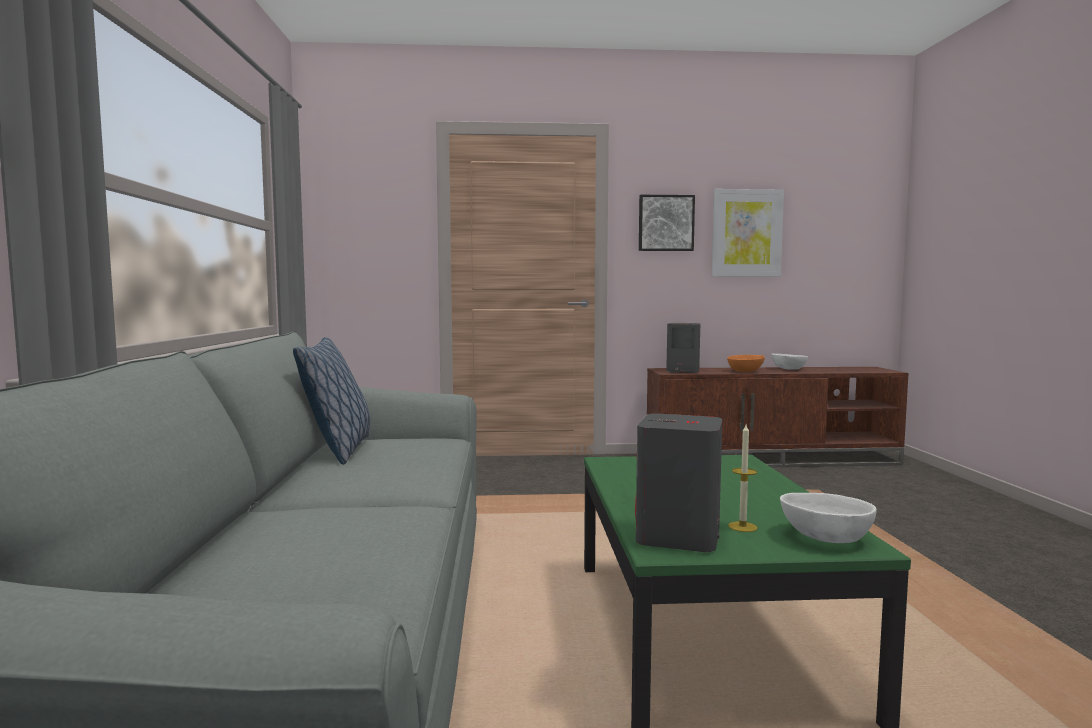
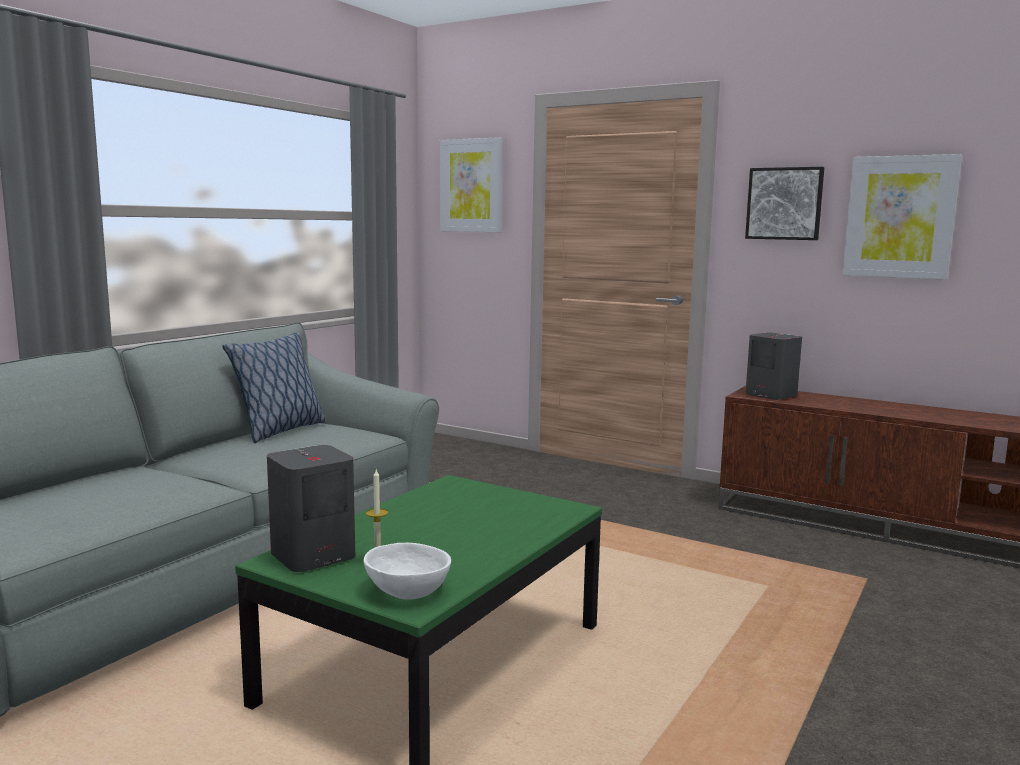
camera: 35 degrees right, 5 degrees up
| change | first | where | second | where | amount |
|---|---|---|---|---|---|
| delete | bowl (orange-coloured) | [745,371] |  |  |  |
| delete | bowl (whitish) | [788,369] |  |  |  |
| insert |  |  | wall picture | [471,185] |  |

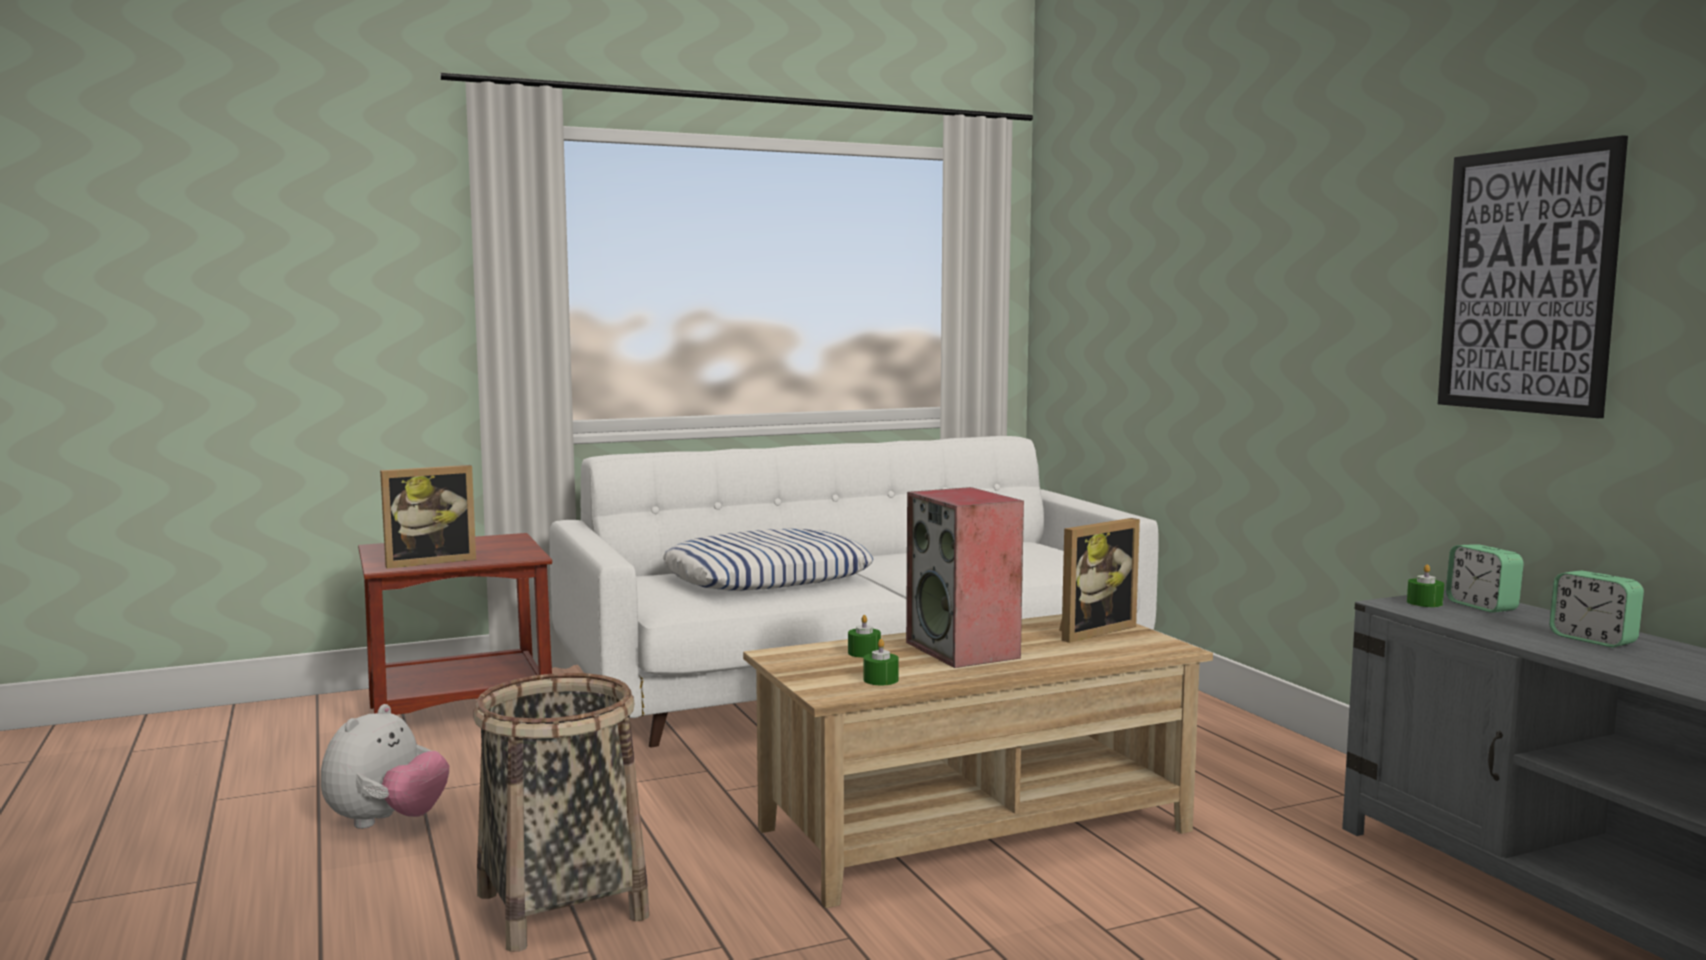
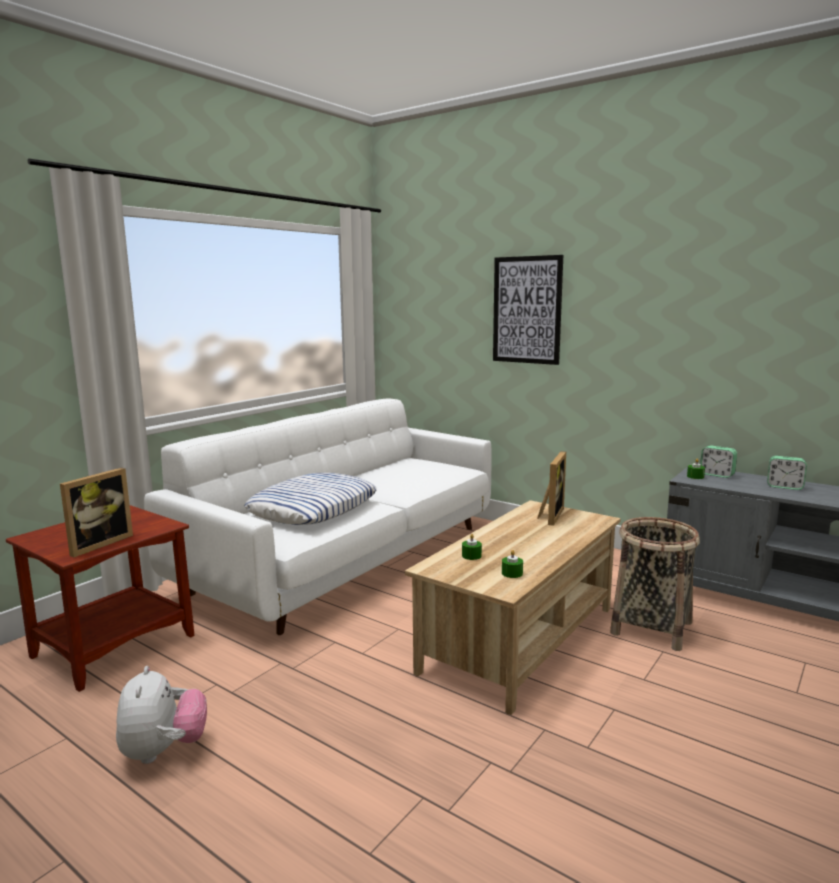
camera: 30 degrees left, 5 degrees up
| change | first | where | second | where | amount |
|---|---|---|---|---|---|
| move | basket | [562,906] |  | [652,628] |  |
| delete | audio speaker | [964,650] |  |  |  |
| move | wall picture | [1527,281] |  | [527,310] |  |

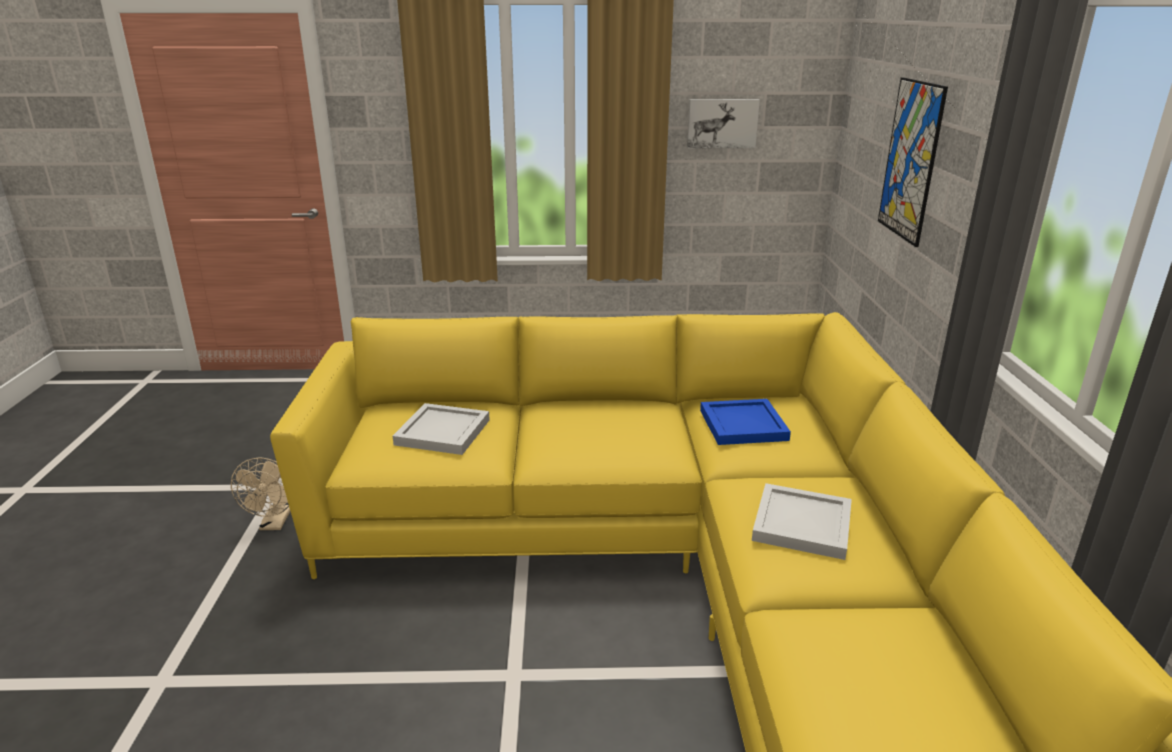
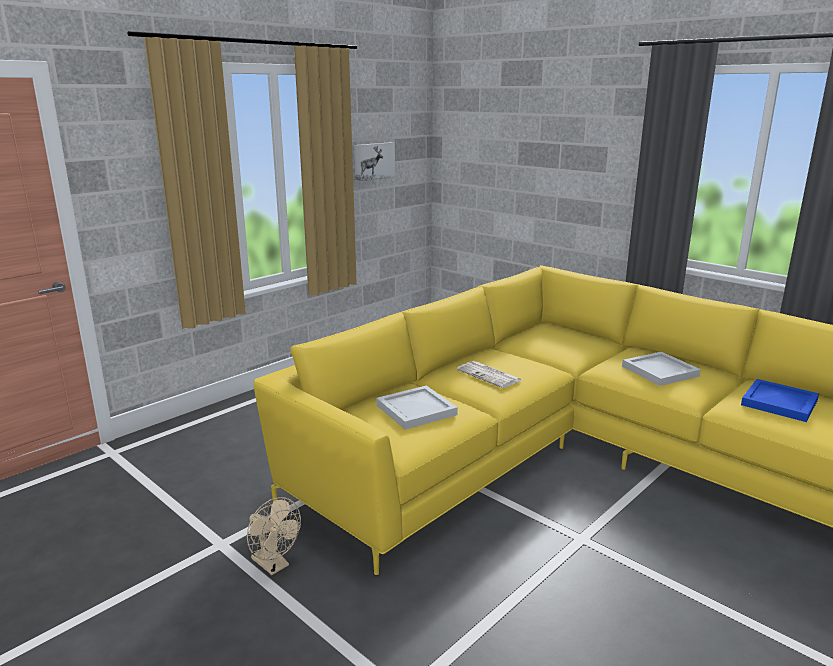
camera: 45 degrees left, 5 degrees down
| change | first | where | second | where | amount |
|---|---|---|---|---|---|
| move | carrying tray (bluish) | [742,426] |  | [780,403] |  |
| delete | wall picture | [910,160] |  |  |  |
| insert |  |  | daily paper | [490,375] |  |

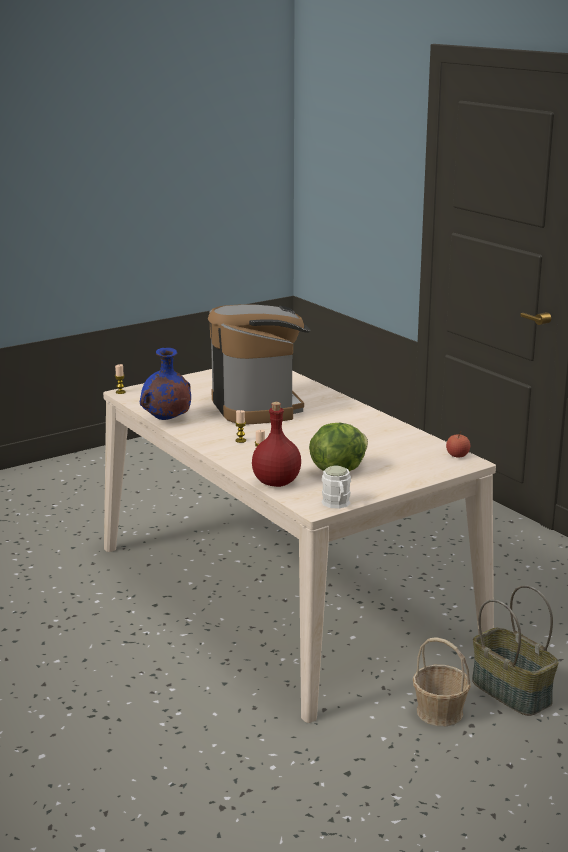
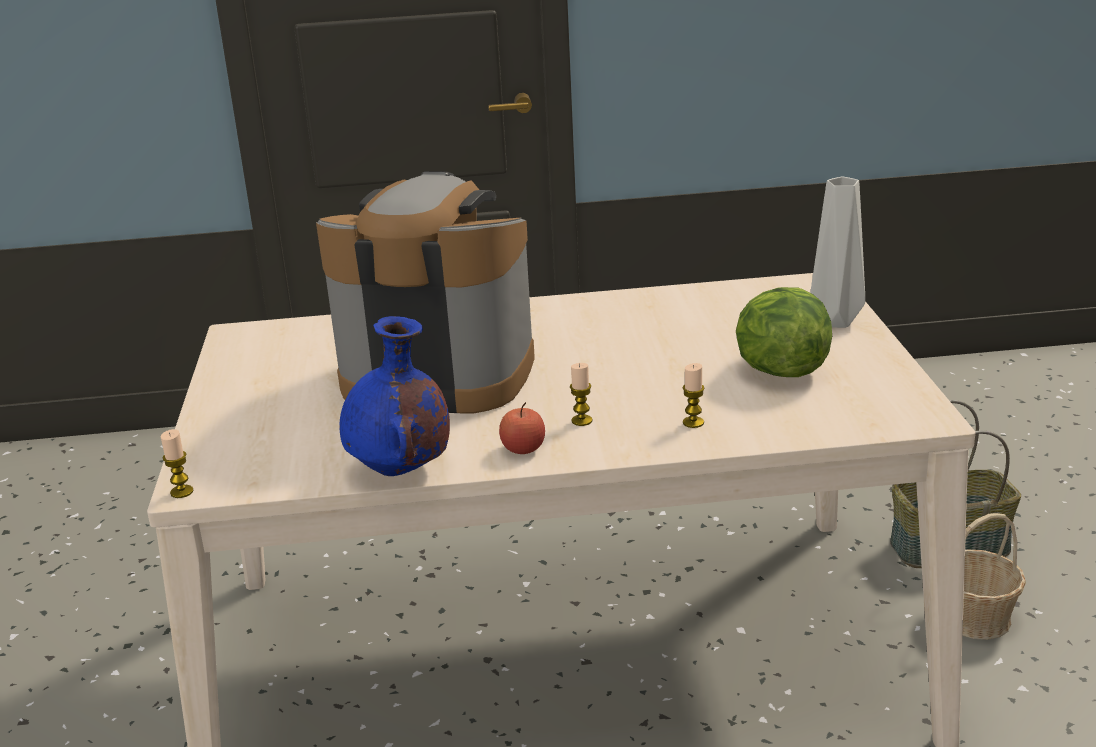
camera: 60 degrees left, 5 degrees up
| change | first | where | second | where | amount |
|---|---|---|---|---|---|
| delete | drink bottle (red-coloured) | [276,482] |  |  |  |
| delete | coffee mug (whitish) | [337,504] |  |  |  |
| move | apple fruit | [457,455] |  | [523,449] |  |
| insert |  |  | vase (gray) | [833,322] |  |

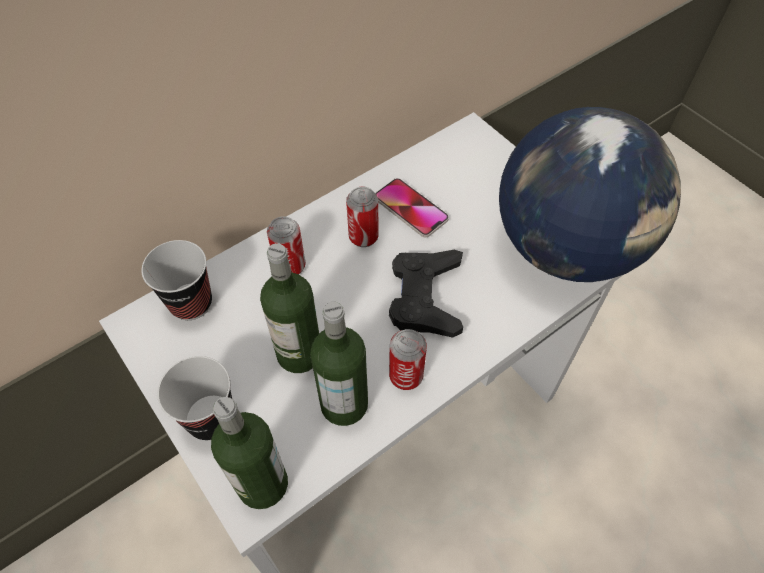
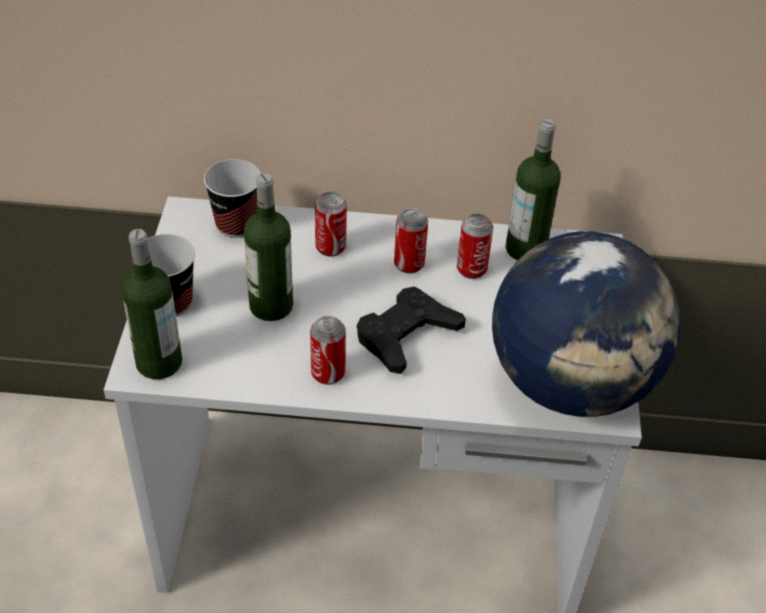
camera: 40 degrees right, 10 degrees down
| change | first | where | second | where | amount |
|---|---|---|---|---|---|
| move | drink bottle | [344,404] |  | [525,249] |  |
| replace | phone | [410,208] | metal can | [471,269] |  |

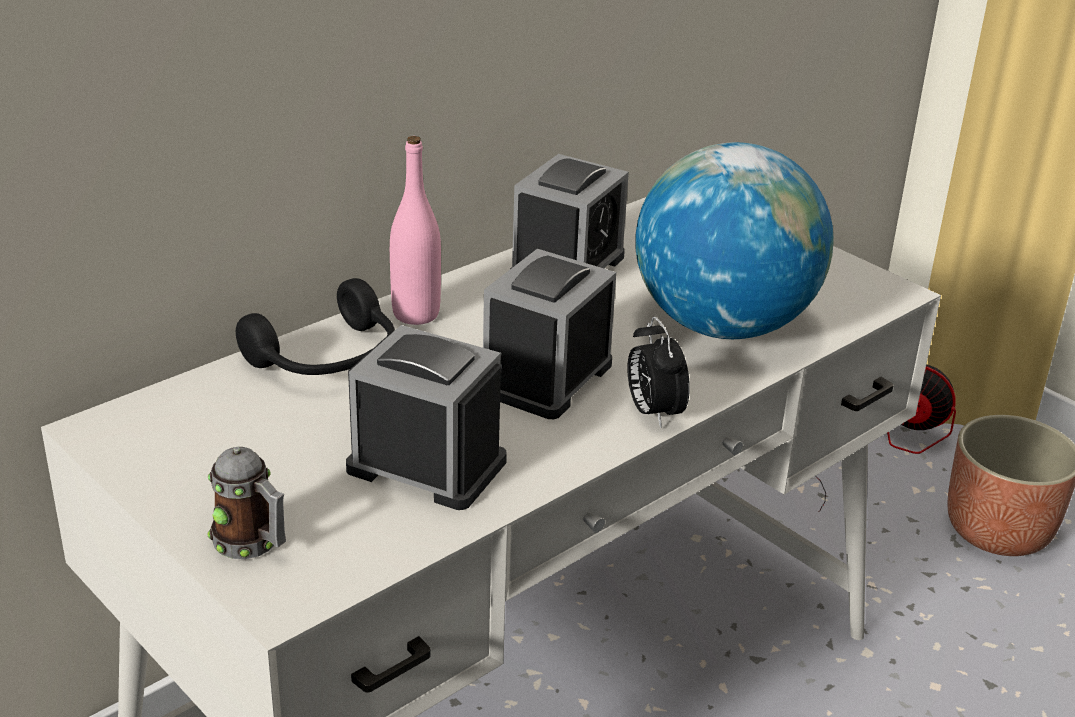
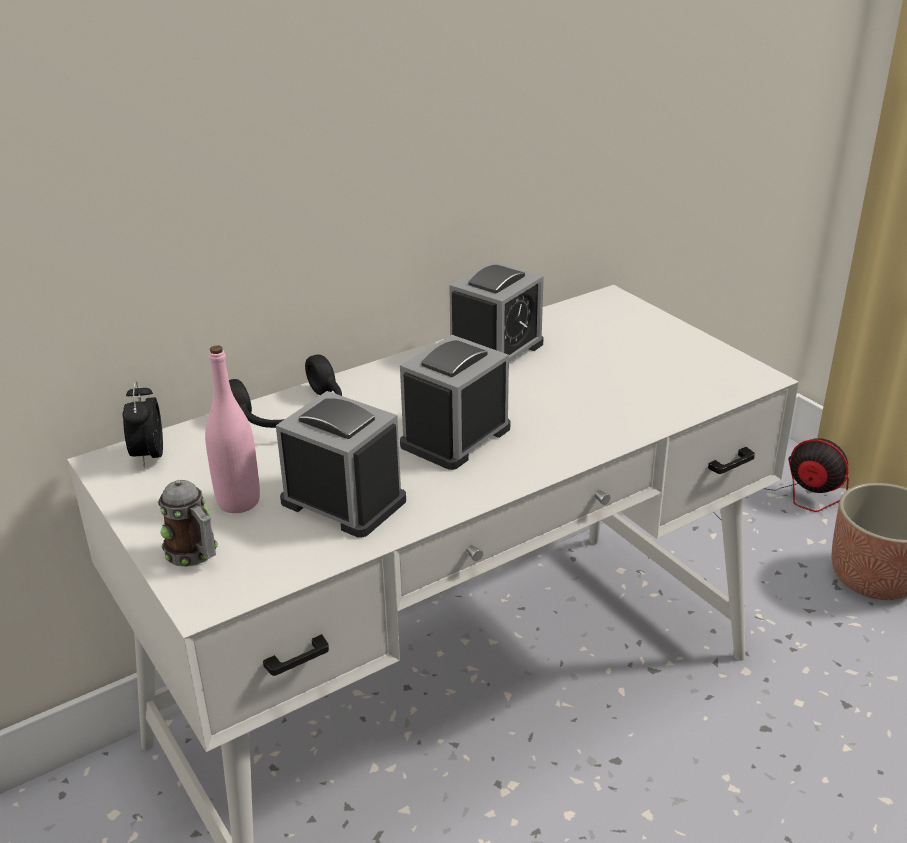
camera: 10 degrees right, 0 degrees up
| change | first | where | second | where | amount |
|---|---|---|---|---|---|
| move | drink bottle (pink-coloured) | [416,314] |  | [238,502] |  |
| move | table clock | [653,412] |  | [148,455] |  |
| delete | desk globe | [723,325] |  |  |  |

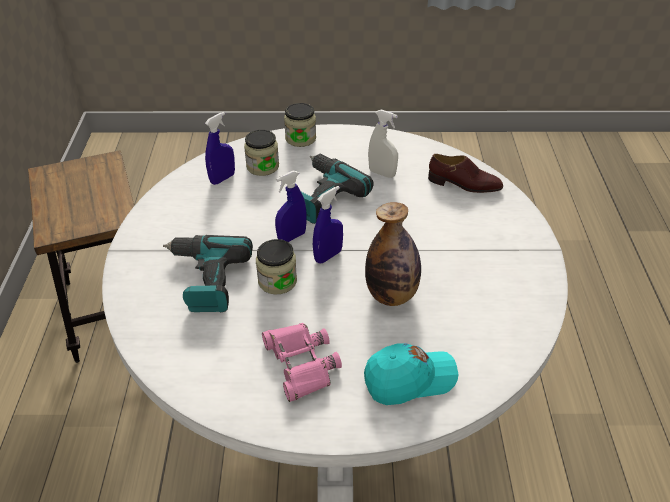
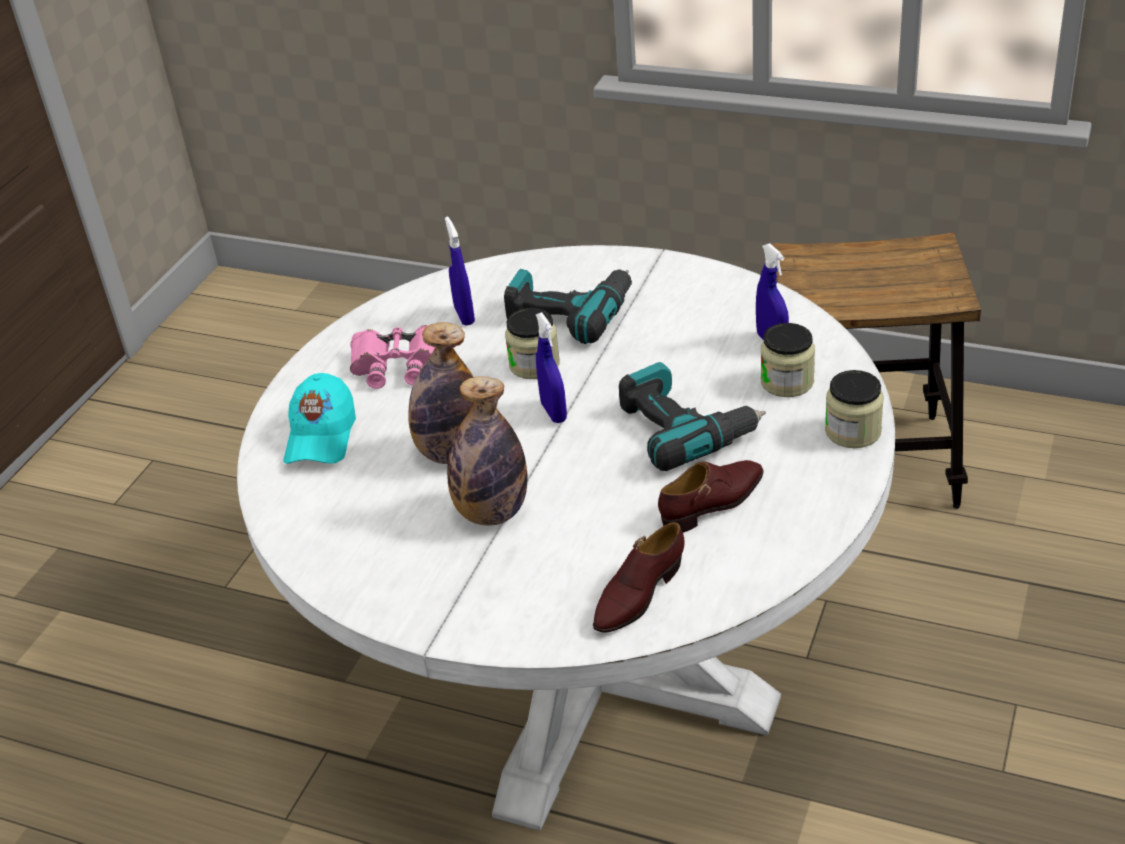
camera: 115 degrees right, 5 degrees down
| change | first | where | second | where | amount |
|---|---|---|---|---|---|
| move | sprayer (bluish) | [292,237] |  | [464,316] |  |
| replace | sprayer (whitish) | [382,173] | shoe (brown-coloured) | [713,503] |  |
| insert |  |  | drink bottle | [491,512] |  |

